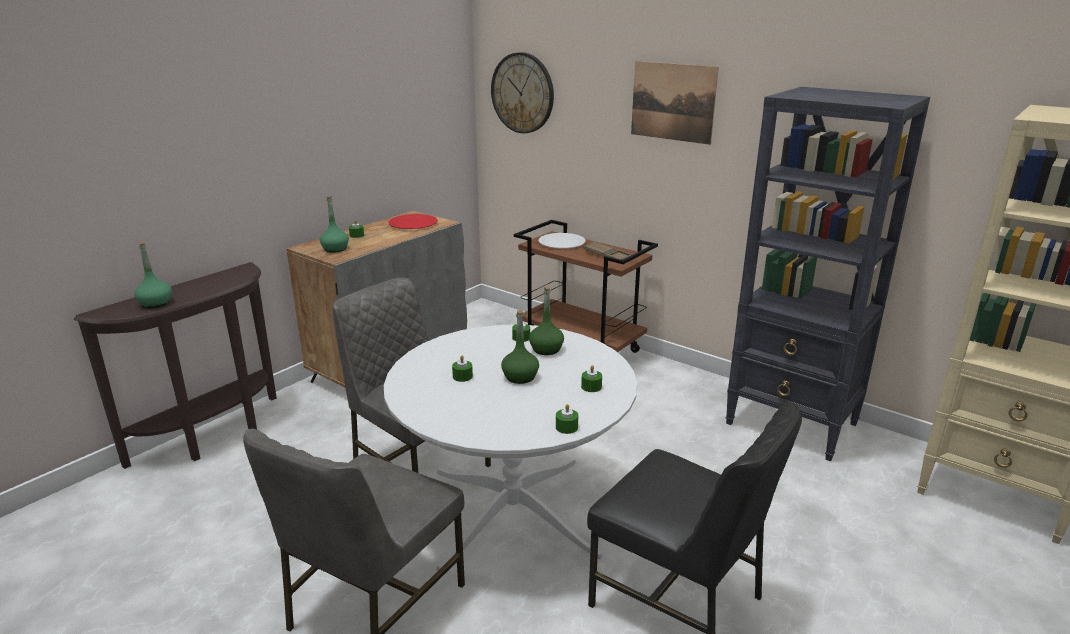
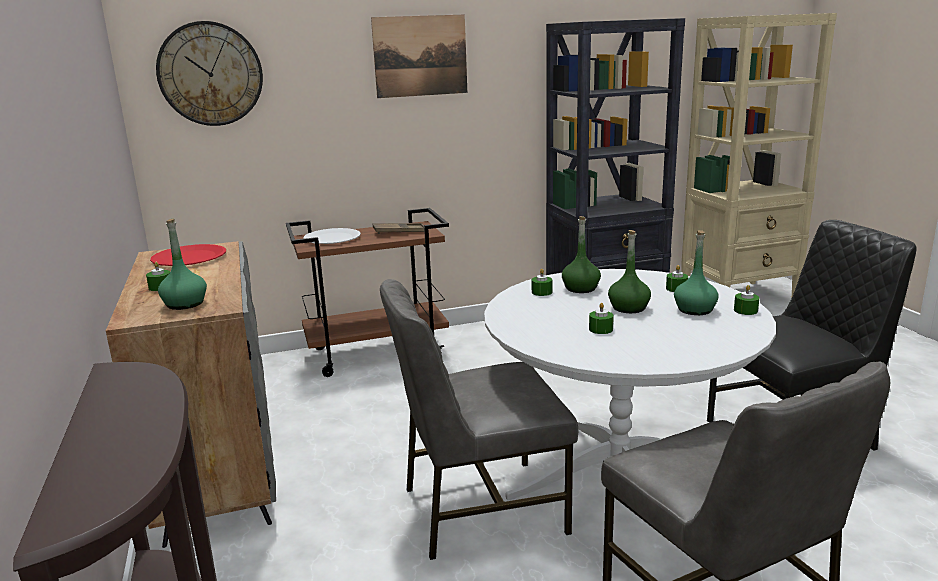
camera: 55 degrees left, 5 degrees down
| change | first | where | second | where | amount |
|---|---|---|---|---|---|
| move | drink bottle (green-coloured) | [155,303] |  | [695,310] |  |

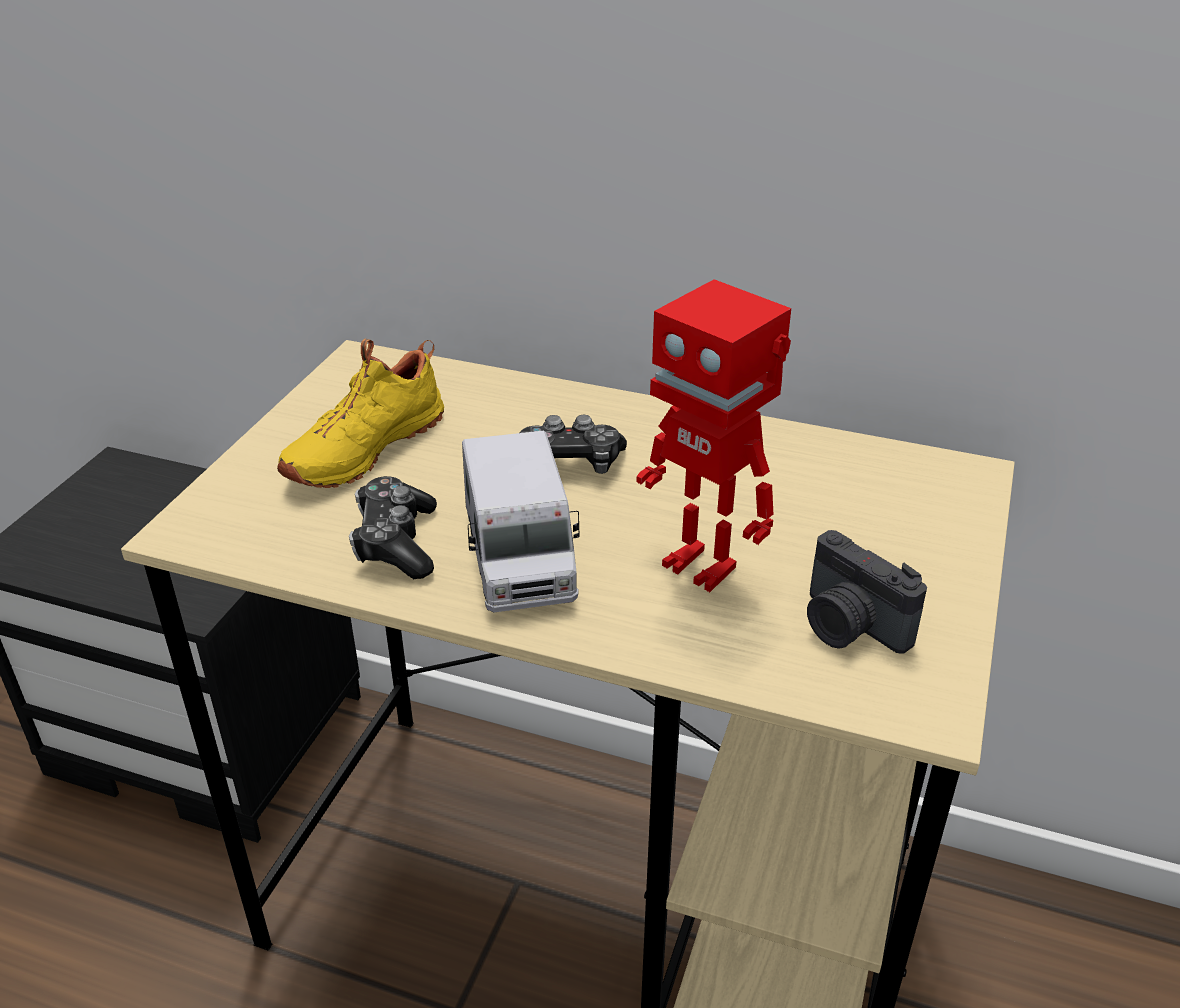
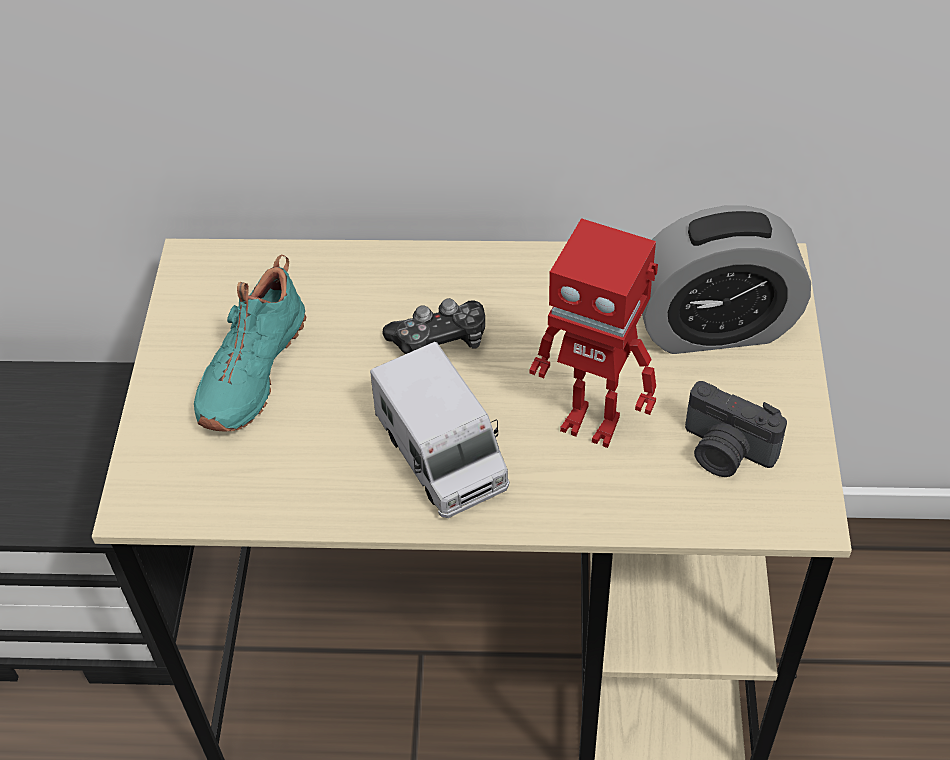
camera: 15 degrees left, 15 degrees up
| change | first | where | second | where | amount |
|---|---|---|---|---|---|
| recolor | shoe (yellow) | [363,448] | shoe (turquoise) | [249,369] |  |
| delete | joypad | [396,542] |  |  |  |
| insert |  |  | table clock | [714,327] |  |

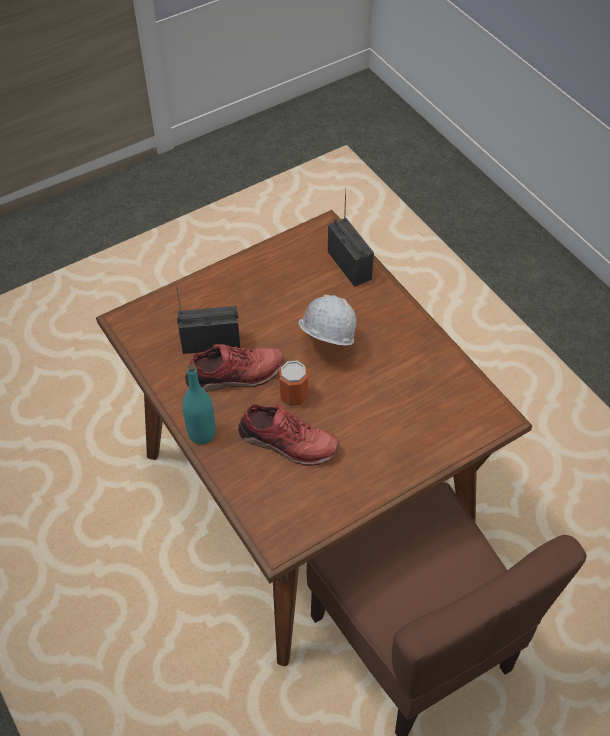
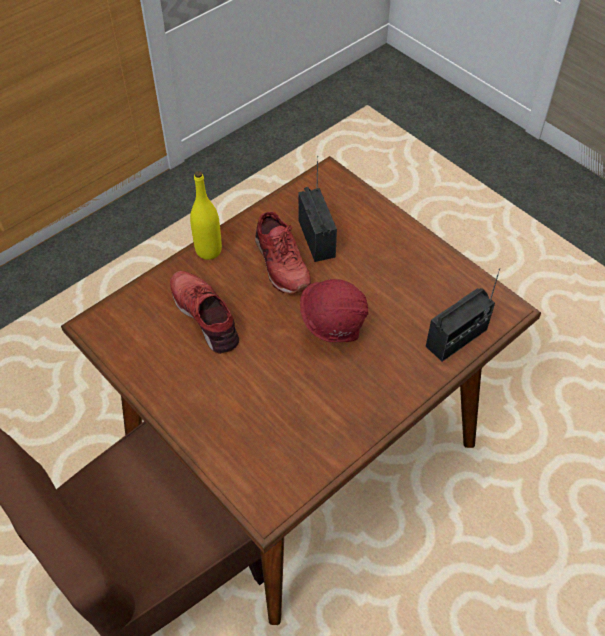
camera: 80 degrees right, 0 degrees up
| change | first | where | second | where | amount |
|---|---|---|---|---|---|
| recolor | drink bottle (turquoise) | [202,433] | drink bottle (yellow) | [208,250] |  |
| rotate | shoe (red-coloured) | [287,443] |  | [206,316] | 135 degrees clockwise |
| delete | metal can | [294,396] |  |  |  |
| recolor | hard hat (whitish) | [324,346] | hard hat (red-coloured) | [333,330] |  |

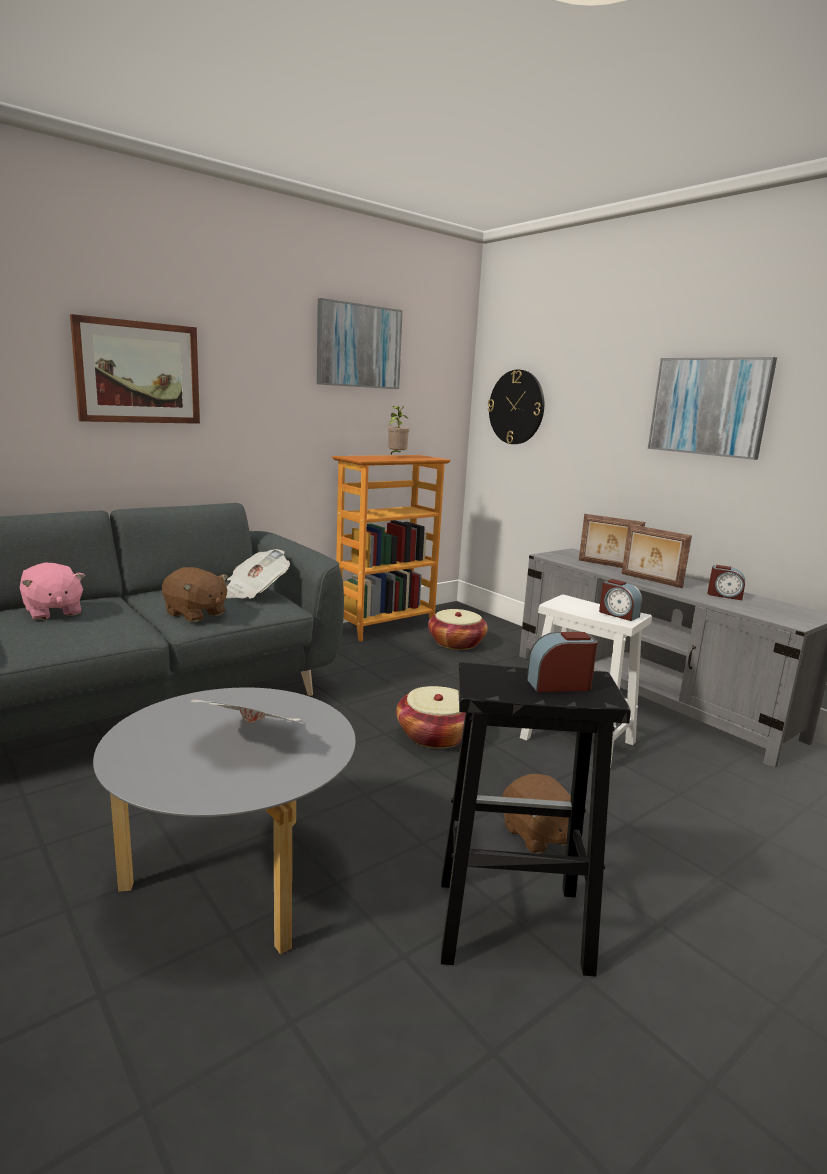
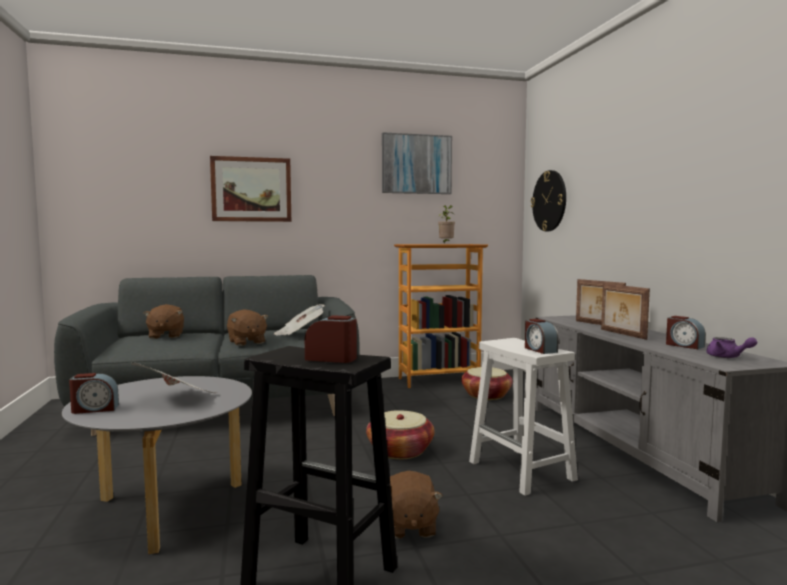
camera: 25 degrees right, 10 degrees down
| change | first | where | second | where | amount |
|---|---|---|---|---|---|
| recolor | plush toy (pink-coloured) | [52,612] | plush toy (brown-coloured) | [165,336] |  |
| delete | wall picture | [709,406] |  |  |  |
| insert |  |  | table clock | [95,409] |  |
| insert |  |  | pot for tea (purplish) | [727,357] |  |

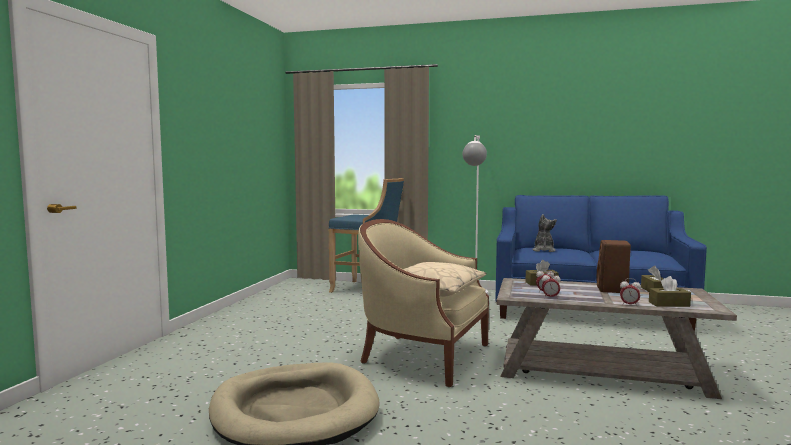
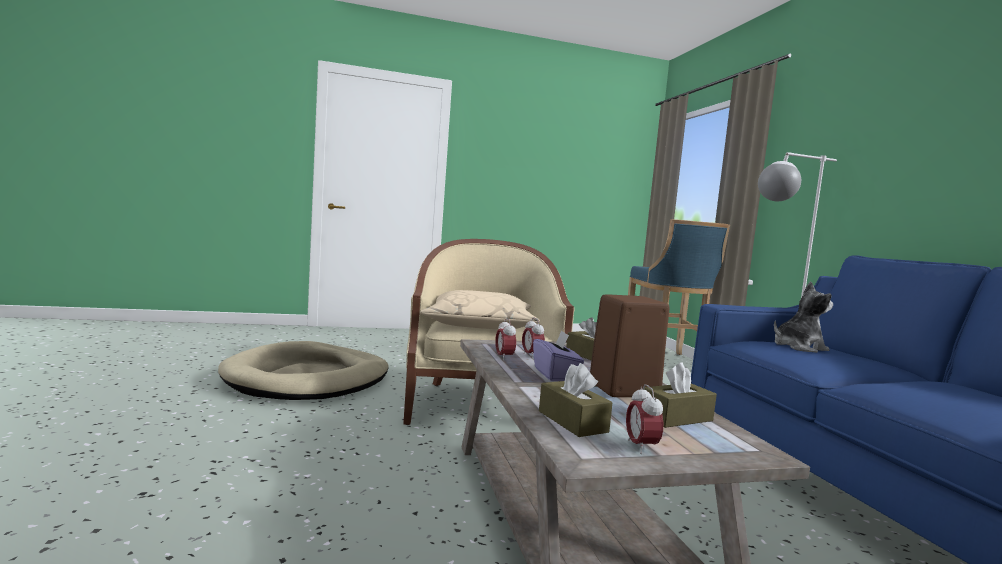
camera: 60 degrees right, 0 degrees up
| change | first | where | second | where | amount |
|---|---|---|---|---|---|
| move | table clock | [629,305] |  | [641,447] |  |
| insert |  |  | tissue holder (purplish) | [555,375] |  |

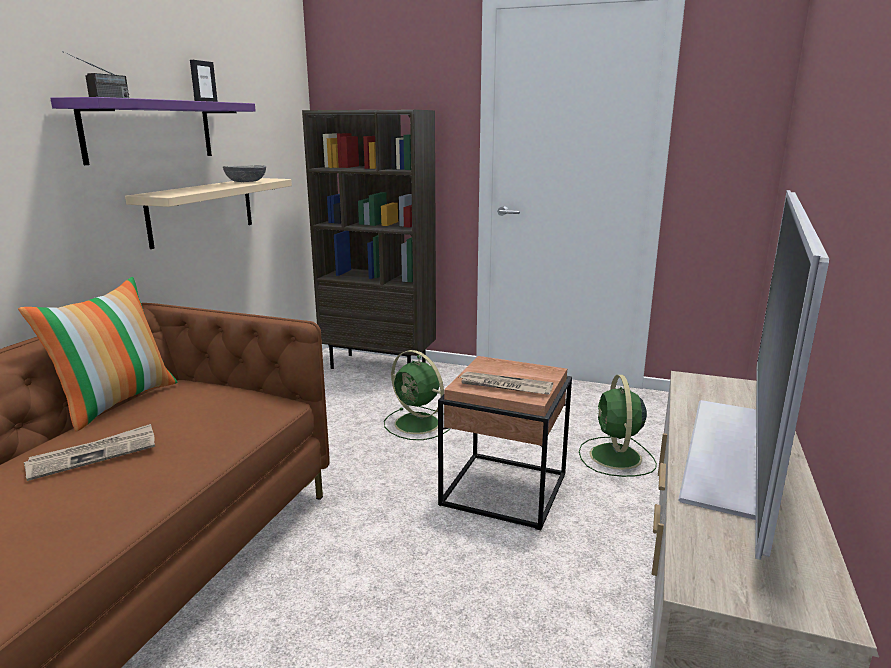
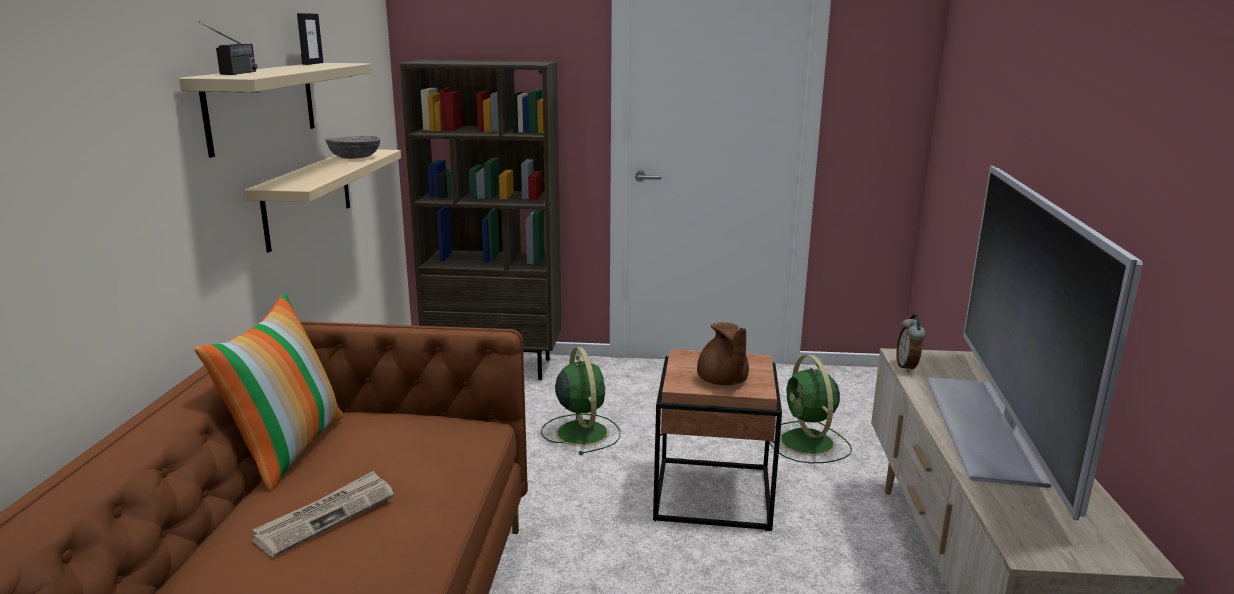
camera: 15 degrees left, 0 degrees up
| change | first | where | second | where | amount |
|---|---|---|---|---|---|
| recolor | wall shelf (purplish) | [150,131] | wall shelf (beige) | [262,105] |  |
| rotate | fan (green-coloured) | [419,424] |  | [581,432] | 135 degrees counterclockwise |
| replace | daily paper | [504,386] | pot for tea (brown-coloured) | [722,381] |  |
| insert |  |  | table clock | [907,367] |  |

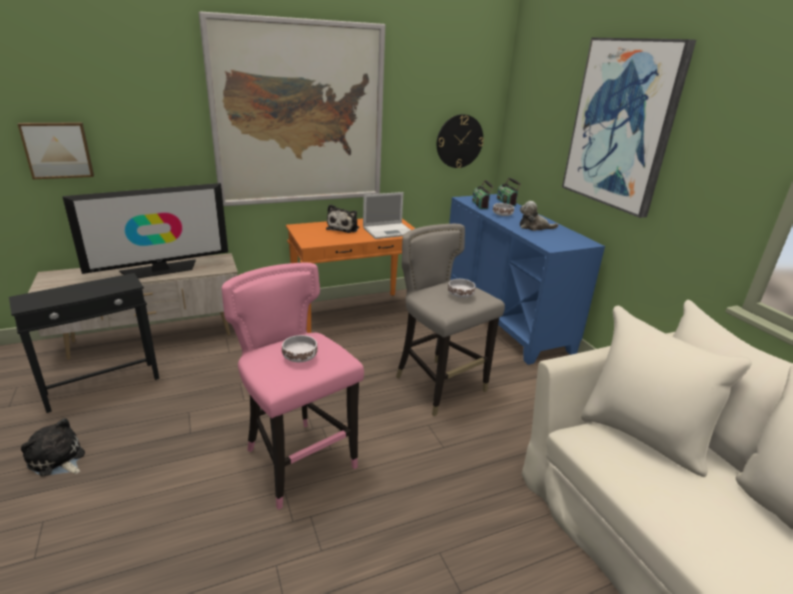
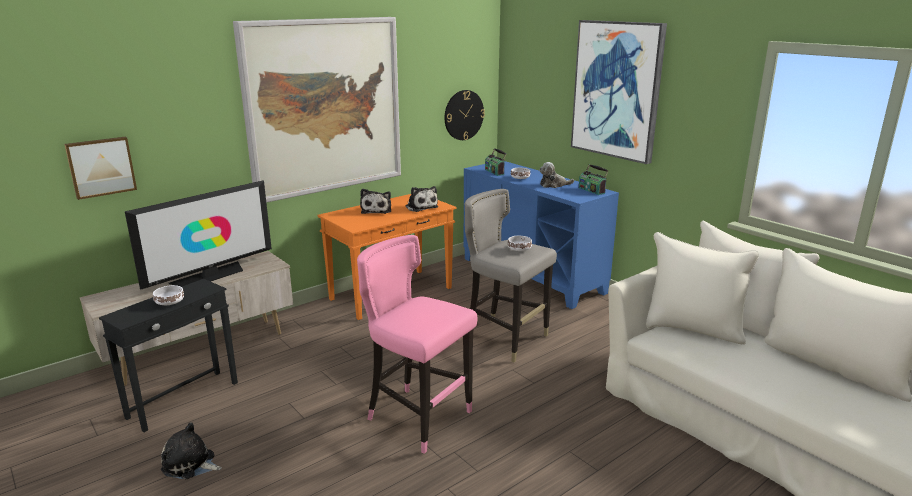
camera: 15 degrees left, 5 degrees down
| change | first | where | second | where | amount |
|---|---|---|---|---|---|
| move | bowl (whitish) | [301,357] |  | [170,302] |  |
| replace | laptop | [389,231] | plush toy | [421,207] |  |
| move | radio receiver | [506,202] |  | [592,190] |  |

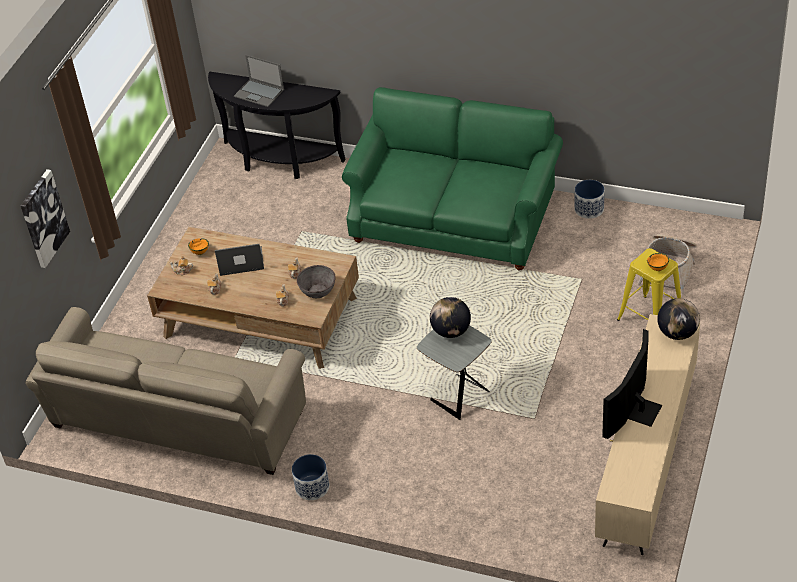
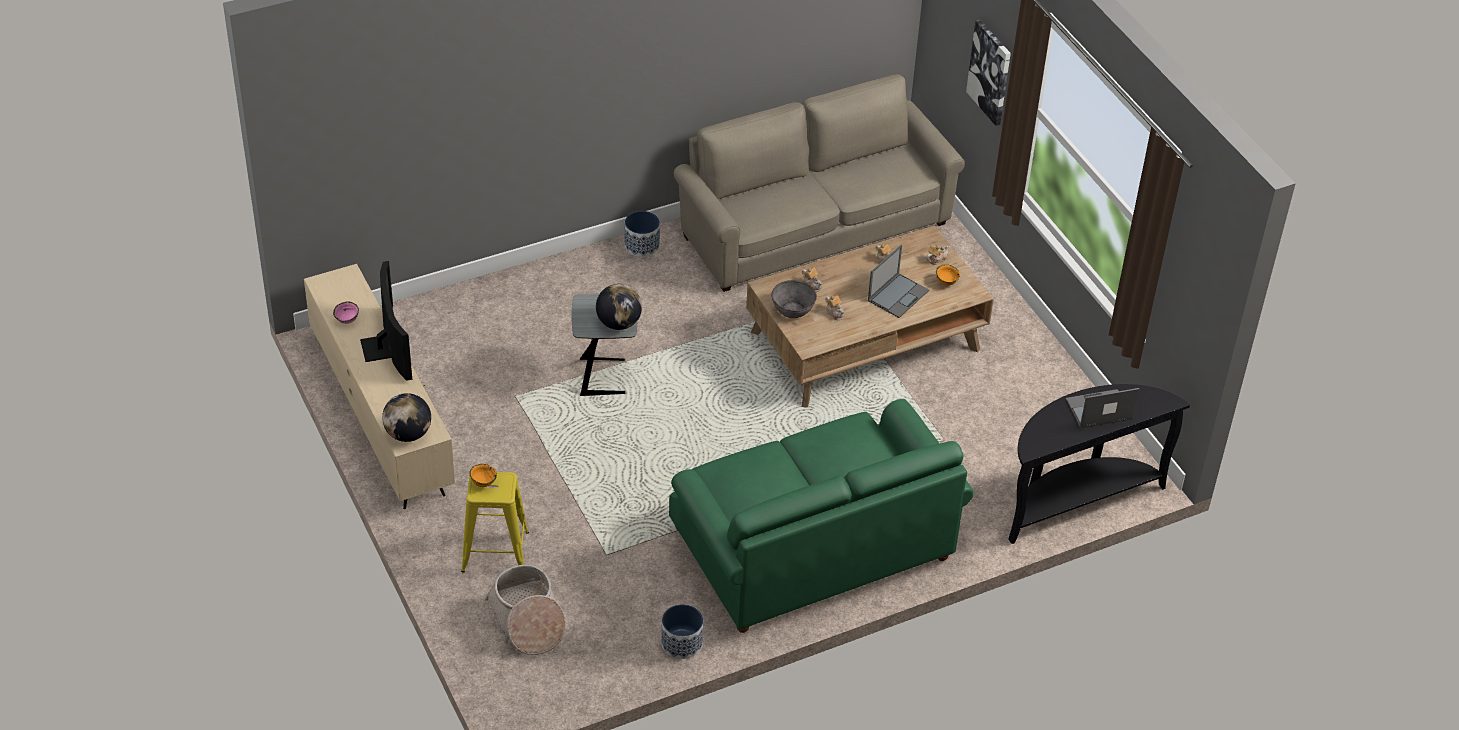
camera: 130 degrees right, 0 degrees up
| change | first | where | second | where | amount |
|---|---|---|---|---|---|
| insert |  |  | bowl (pink-coloured) | [347,320] |  |

